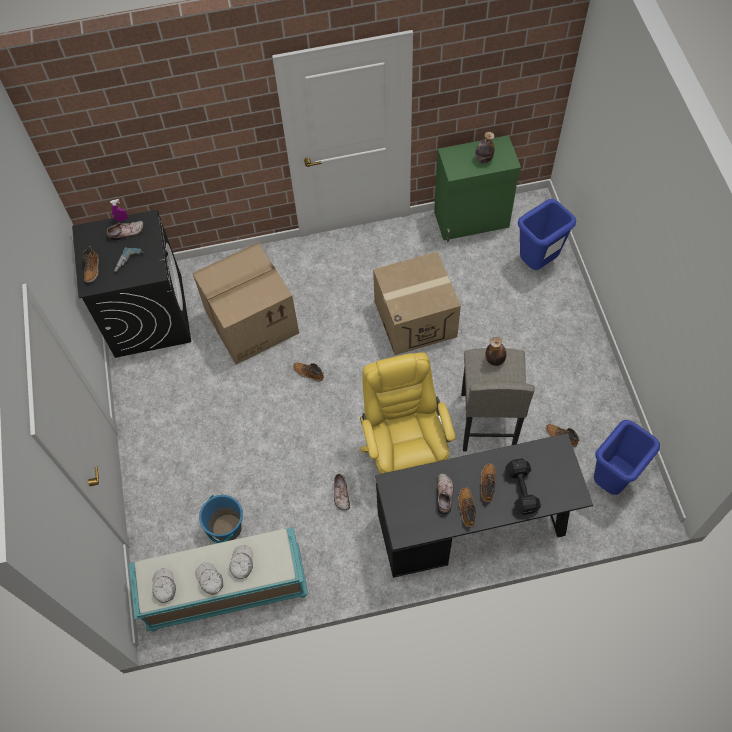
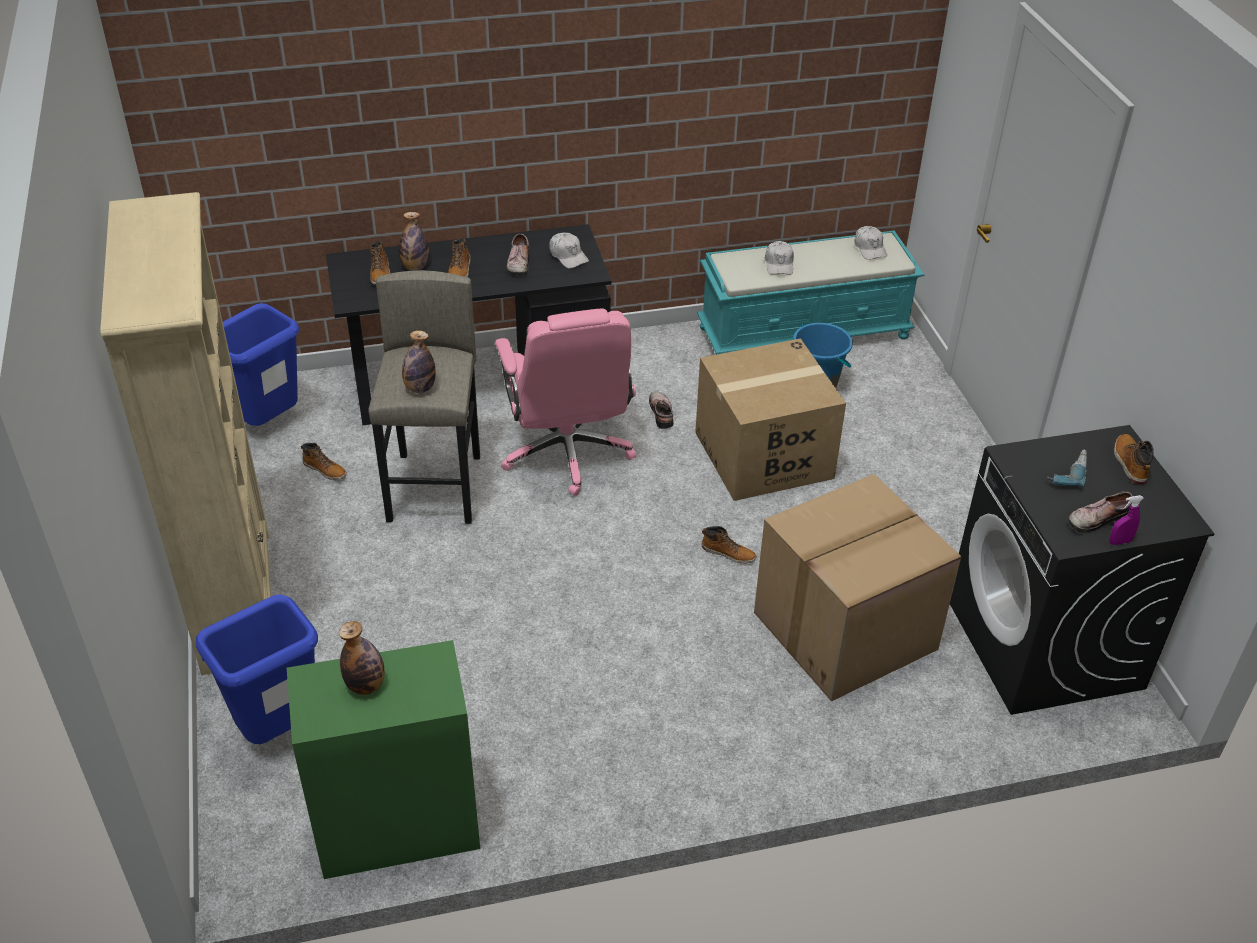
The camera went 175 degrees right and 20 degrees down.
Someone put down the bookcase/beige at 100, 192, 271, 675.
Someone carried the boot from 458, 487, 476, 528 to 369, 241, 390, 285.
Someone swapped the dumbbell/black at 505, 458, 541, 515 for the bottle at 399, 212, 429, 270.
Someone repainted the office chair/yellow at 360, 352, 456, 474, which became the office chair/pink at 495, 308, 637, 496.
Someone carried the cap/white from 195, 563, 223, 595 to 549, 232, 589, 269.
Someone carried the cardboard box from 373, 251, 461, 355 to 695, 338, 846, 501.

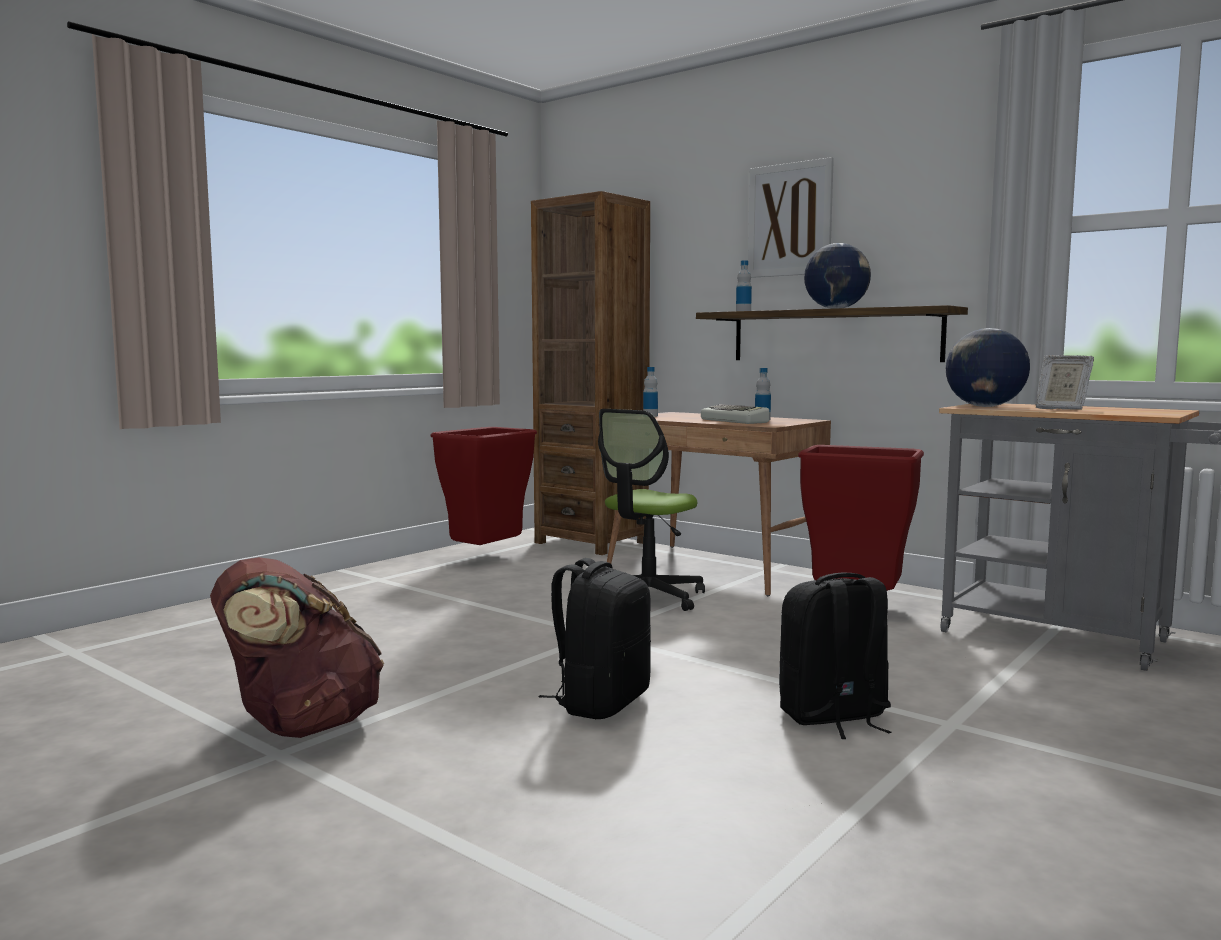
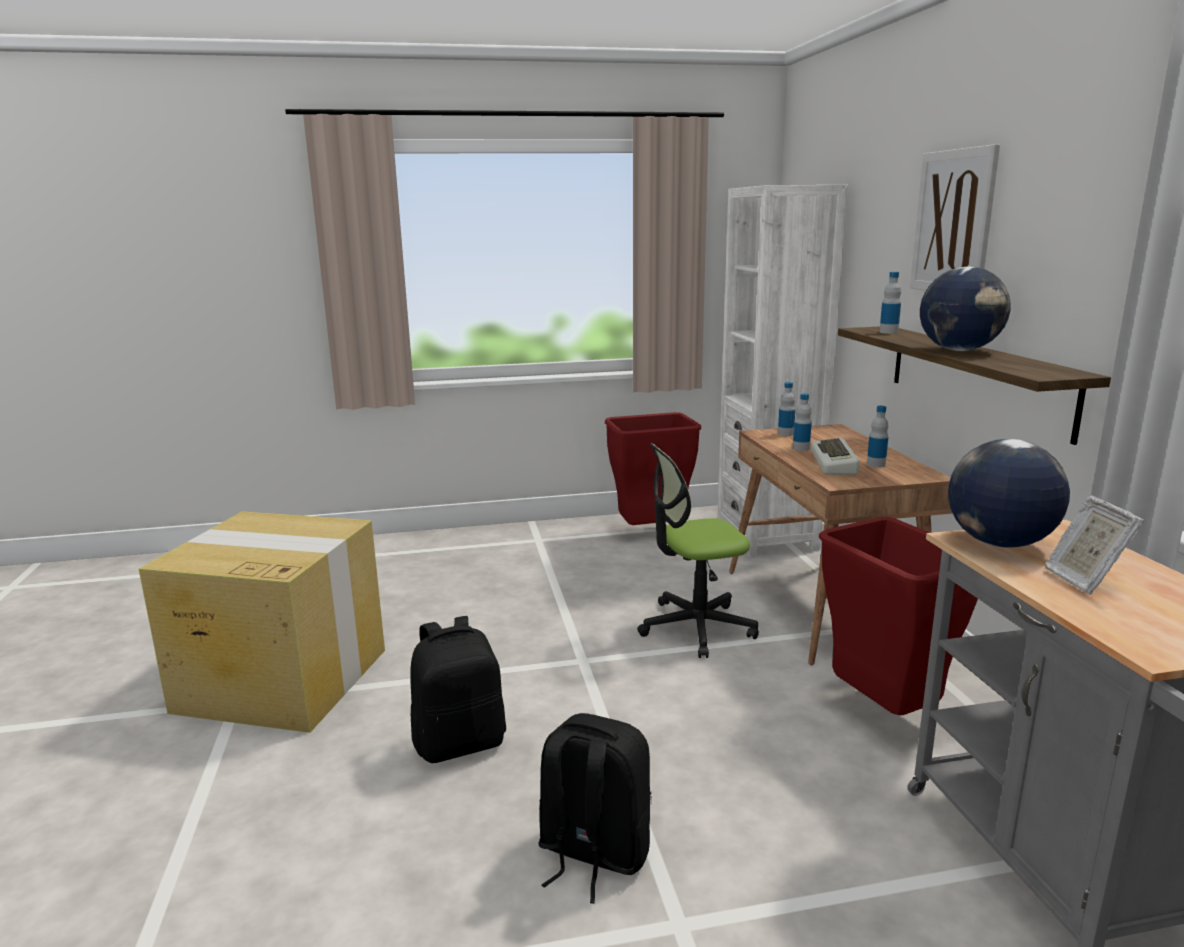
The camera went 40 degrees right and 10 degrees up.
Someone swapped the backpack/brown at 210, 557, 384, 738 for the cardboard box at 139, 511, 385, 733.
Someone repainted the bookcase/brown at 531, 191, 650, 555, which became the bookcase/white at 717, 185, 848, 557.
Someone put down the bottle at 793, 393, 812, 451.

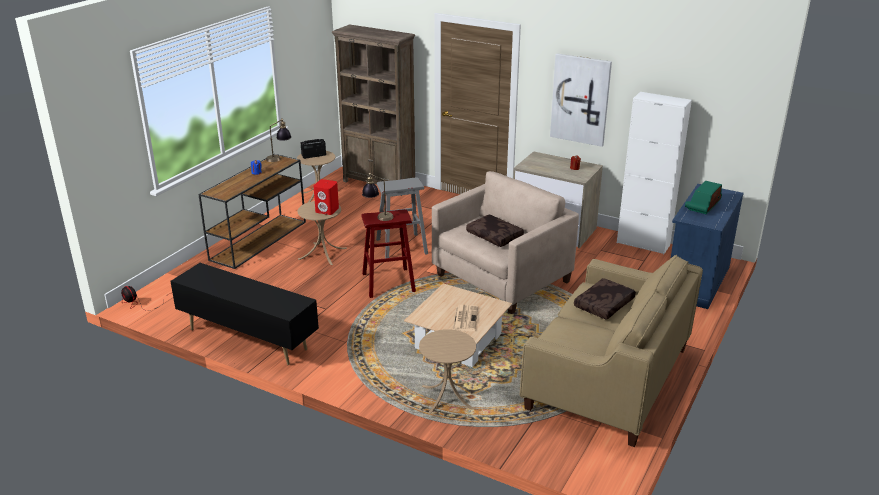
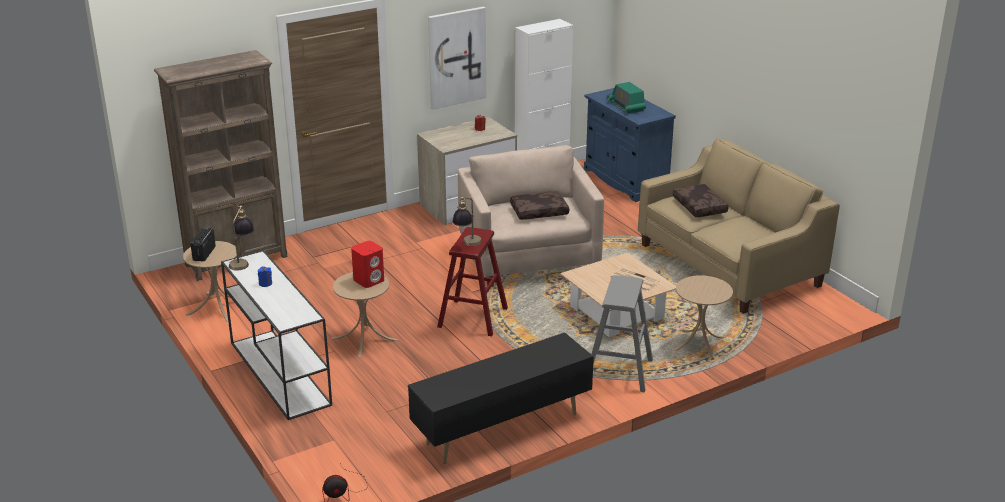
The camera went 60 degrees left and 0 degrees up.
Someone repainted the console table/brown at 198, 154, 306, 269, which became the console table/white at 221, 250, 332, 420.
Someone carried the stool/grey from 376, 177, 428, 258 to 591, 275, 653, 393.

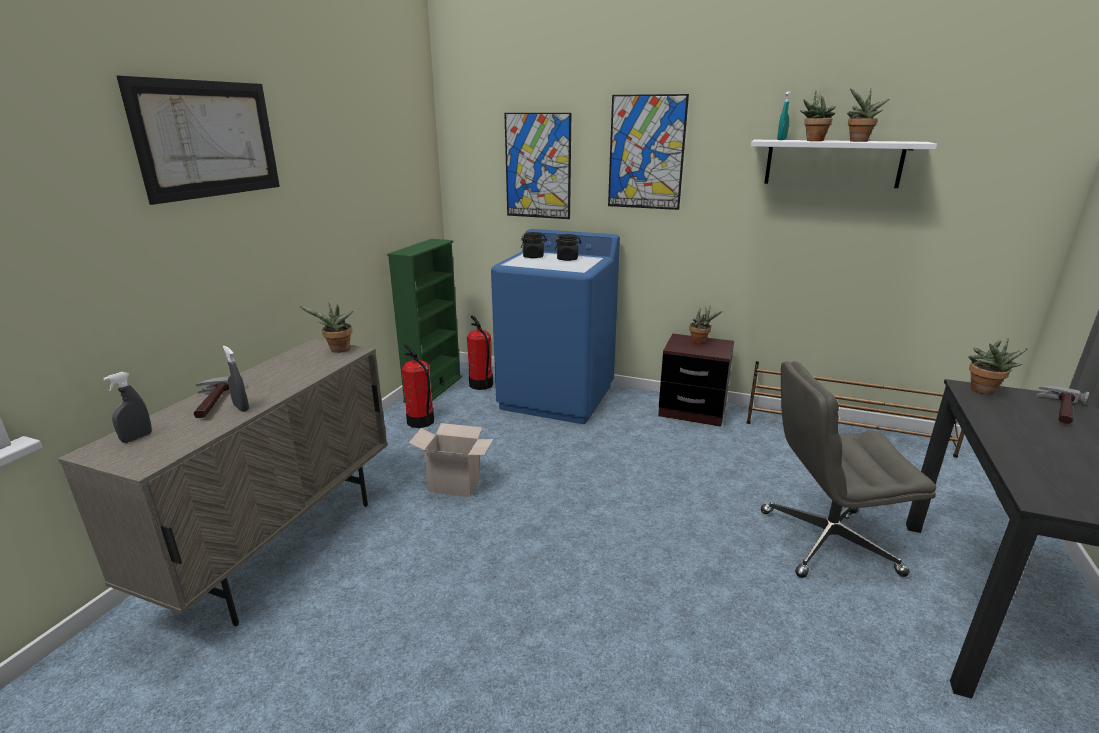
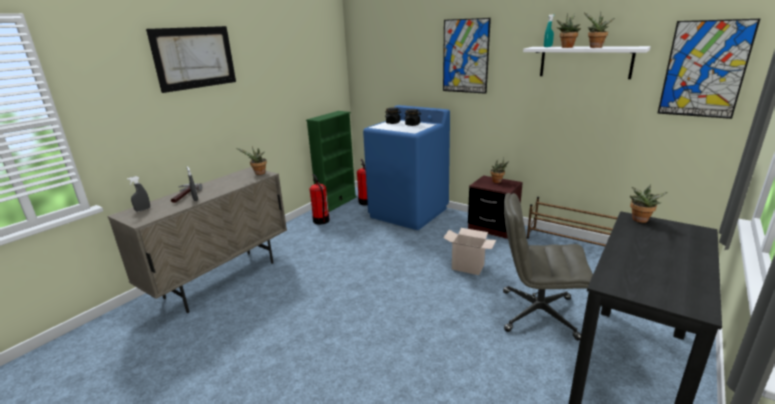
The camera went 15 degrees right and 0 degrees up.
Someone carried the cardboard box from 409, 423, 493, 497 to 443, 228, 496, 275.
Someone carried the picture from 504, 113, 571, 219 to 657, 19, 760, 119.
Someone took away the hammer at 1036, 386, 1089, 424.

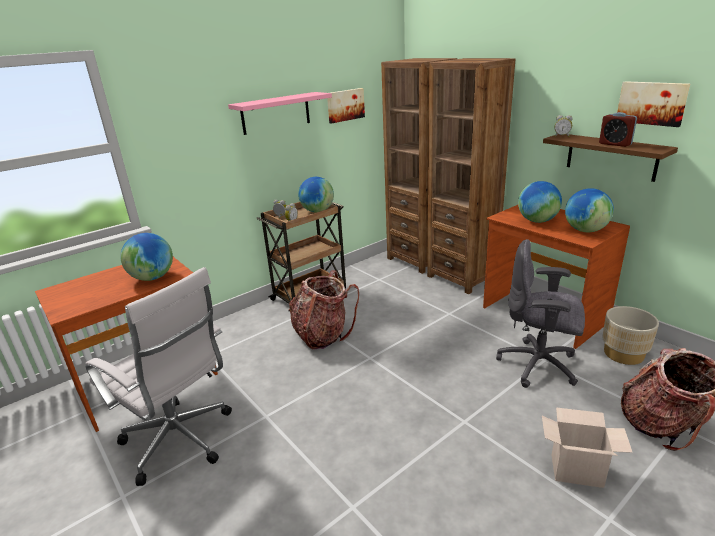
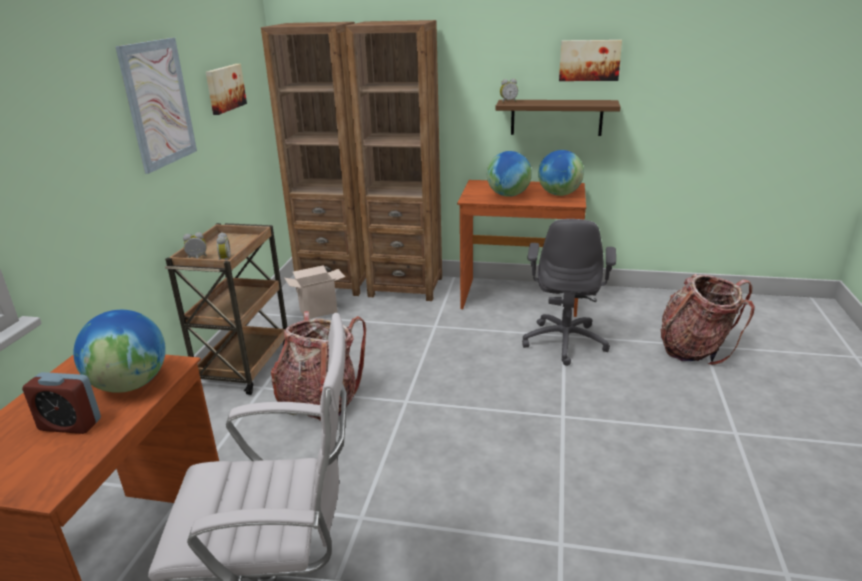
The camera went 40 degrees left and 0 degrees up.
Someone carried the alarm clock from 599, 112, 637, 147 to 22, 372, 101, 434.
Someone swapped the shelf/pink at 228, 92, 332, 135 for the picture at 115, 38, 197, 174.
Someone carried the cardboard box from 542, 408, 633, 488 to 284, 265, 345, 319.
Someone rotated the office chair/grey at 496, 239, 585, 388 by 60 degrees counterclockwise.
Someone took away the globe at 298, 177, 334, 213.
Someone took away the planter/beige at 602, 306, 659, 365.

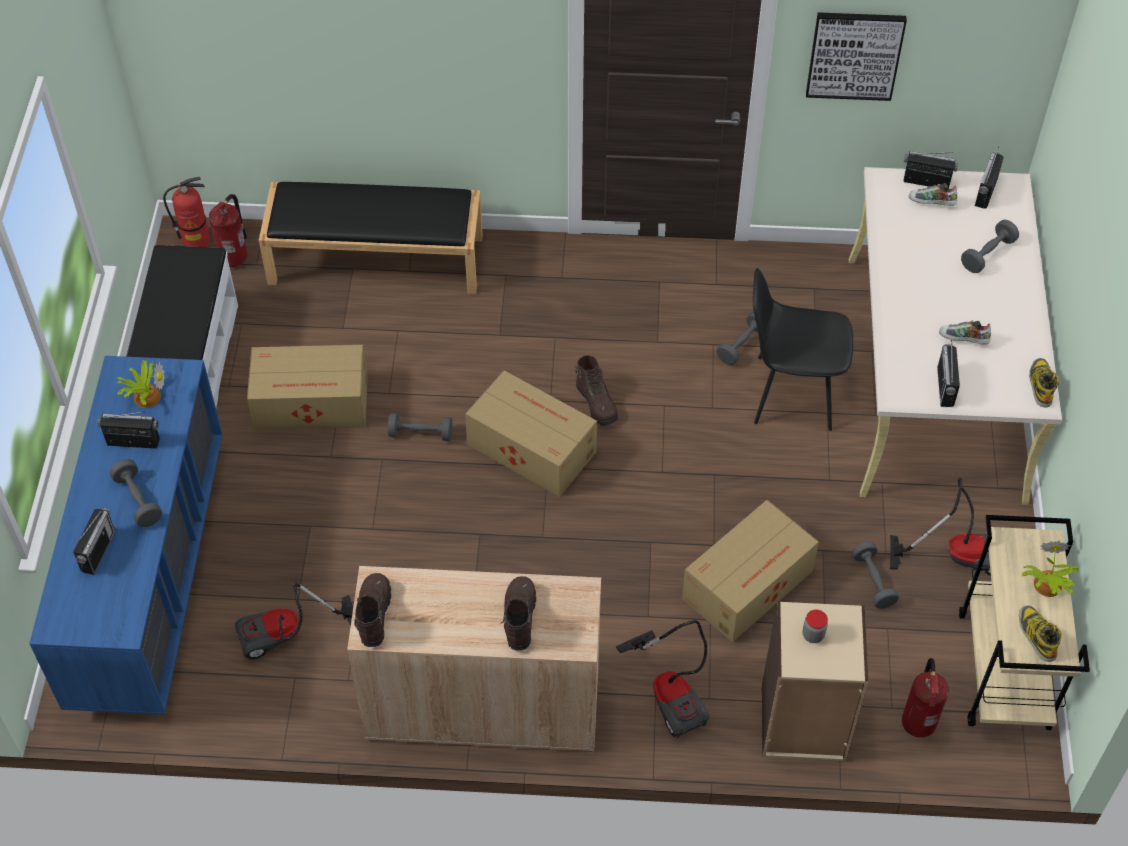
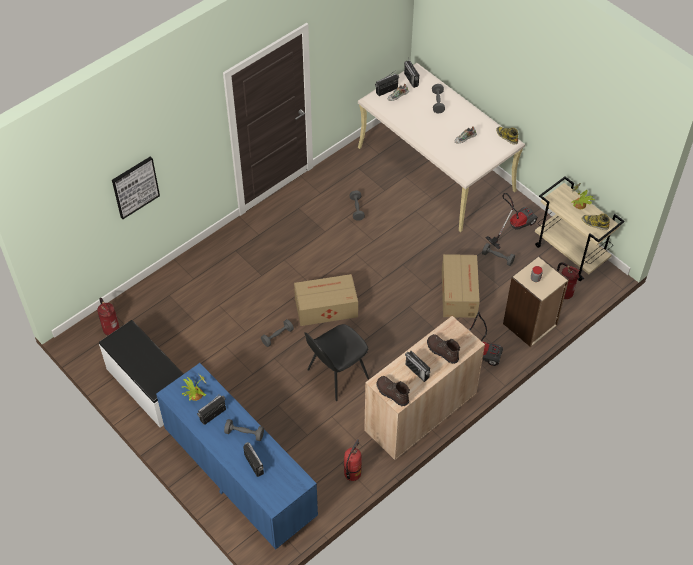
The camera went 45 degrees left and 0 degrees up.
Someone carried the picture from 806, 12, 907, 101 to 112, 156, 160, 219.
Someone carried the chair/black from 753, 268, 853, 431 to 304, 324, 369, 401.
Someone carried the fire extinguisher from 163, 177, 210, 247 to 344, 439, 362, 481.
Someone carried the radio from 937, 340, 960, 407 to 405, 351, 430, 382.
Someone took away the vacuum cleaner at 235, 583, 353, 659.
Someone took away the cardboard box at 247, 345, 368, 430.
Someone took away the bench/black at 259, 182, 483, 294.
Someone took away the boot/brown at 575, 355, 618, 426.

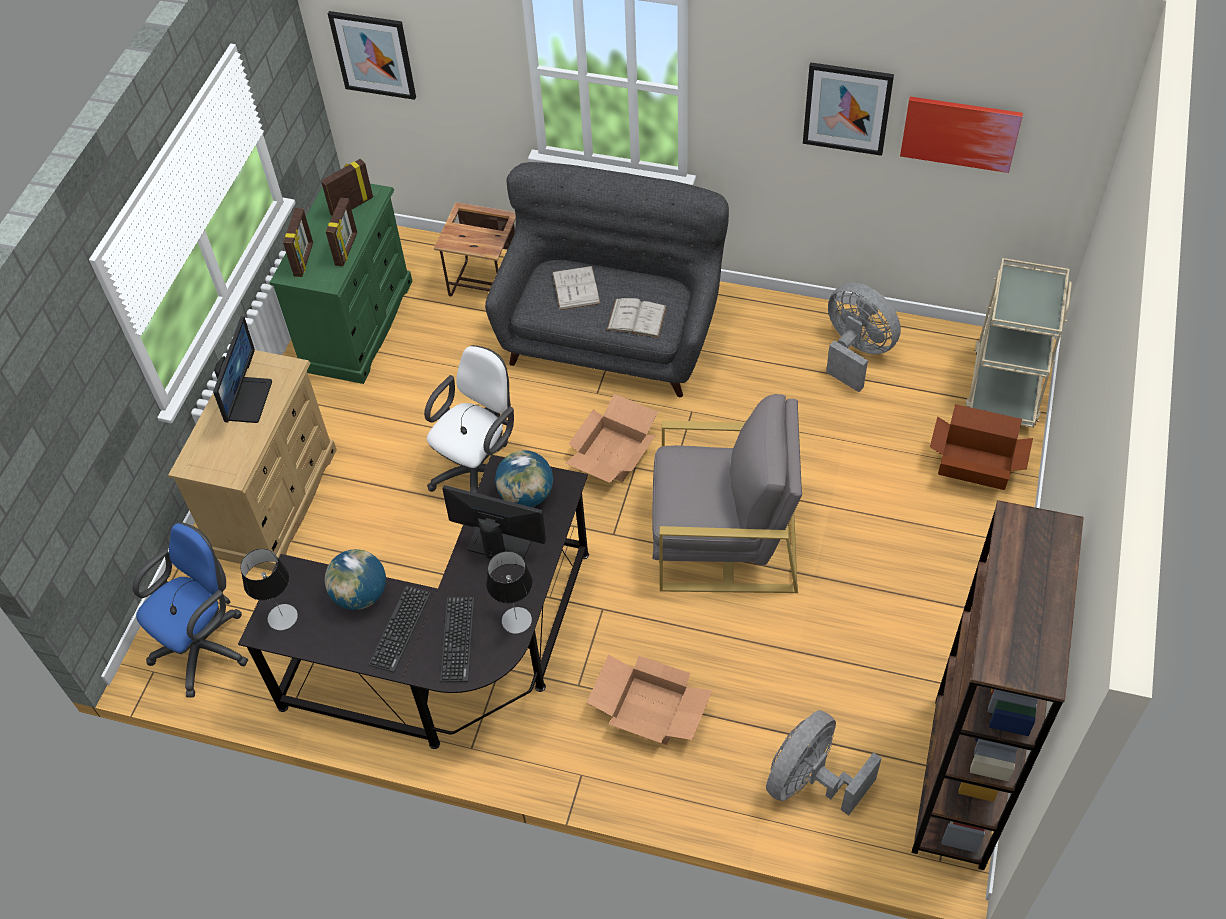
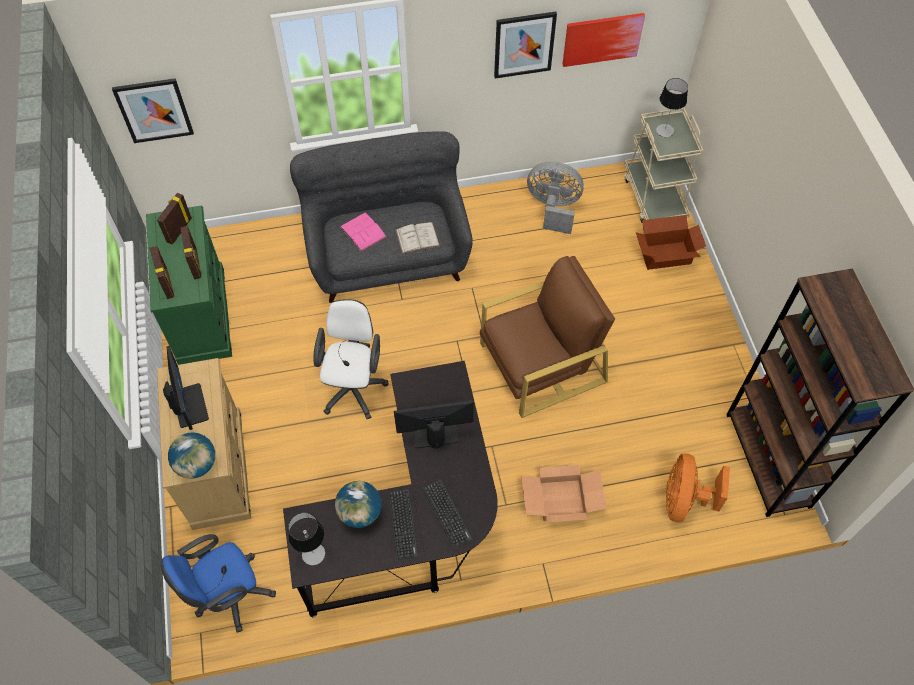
The camera went 30 degrees left and 5 degrees up.
Someone rotated the office chair/blue at 133, 522, 248, 698 by 135 degrees counterclockwise.
Someone carried the globe from 495, 450, 553, 507 to 168, 432, 215, 479.
Someone repainted the book/white at 552, 266, 600, 310, which became the book/pink at 340, 213, 387, 252.
Someone repainted the armchair/grey at 652, 394, 802, 593, which became the armchair/brown at 480, 256, 615, 418.
Someone carried the table lamp from 487, 551, 533, 634 to 656, 78, 688, 137.
Someone repainted the fan/grey at 766, 710, 882, 816, which became the fan/orange at 666, 454, 730, 523.
Someone took away the side table at 434, 202, 516, 296.
Someone took away the cardboard box at 565, 394, 658, 483.

